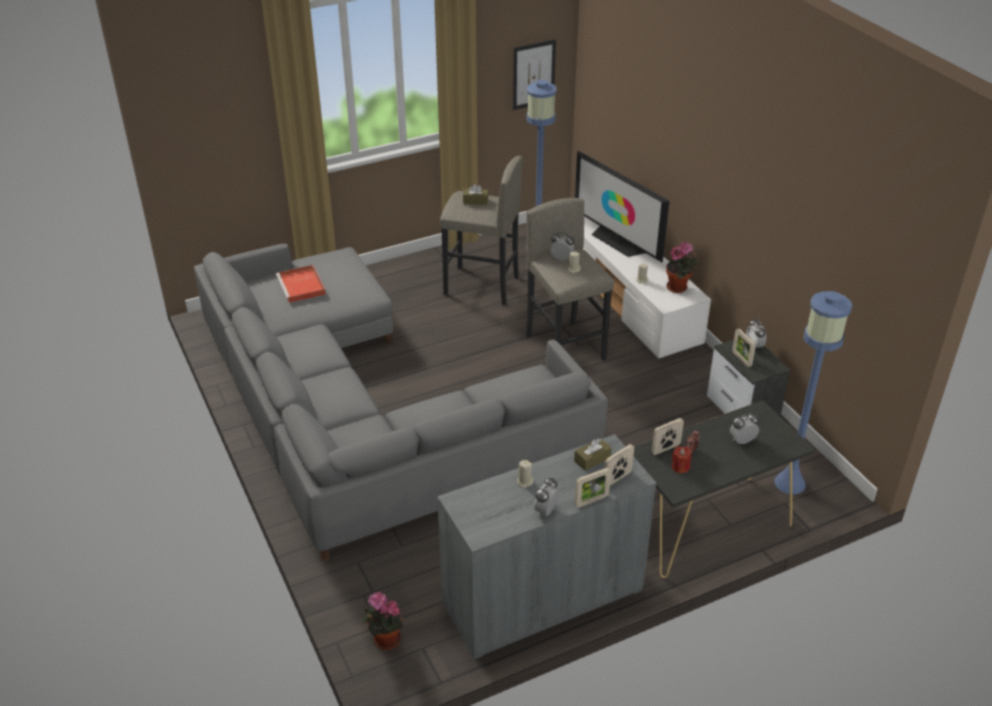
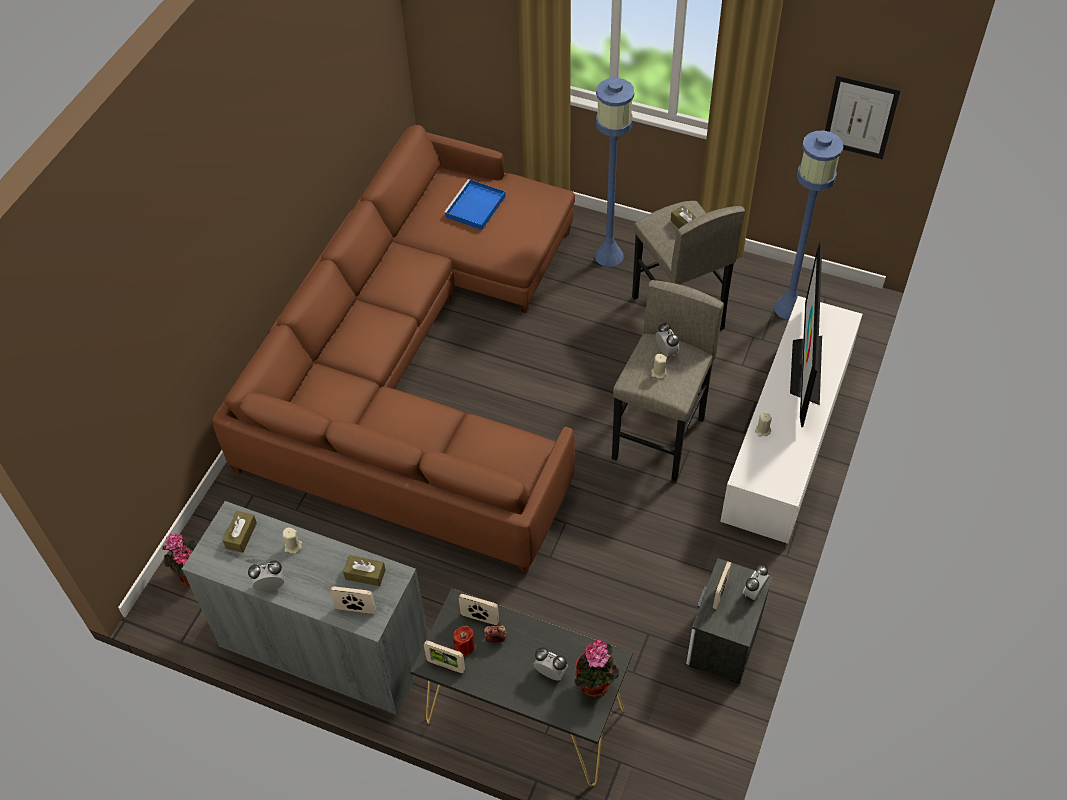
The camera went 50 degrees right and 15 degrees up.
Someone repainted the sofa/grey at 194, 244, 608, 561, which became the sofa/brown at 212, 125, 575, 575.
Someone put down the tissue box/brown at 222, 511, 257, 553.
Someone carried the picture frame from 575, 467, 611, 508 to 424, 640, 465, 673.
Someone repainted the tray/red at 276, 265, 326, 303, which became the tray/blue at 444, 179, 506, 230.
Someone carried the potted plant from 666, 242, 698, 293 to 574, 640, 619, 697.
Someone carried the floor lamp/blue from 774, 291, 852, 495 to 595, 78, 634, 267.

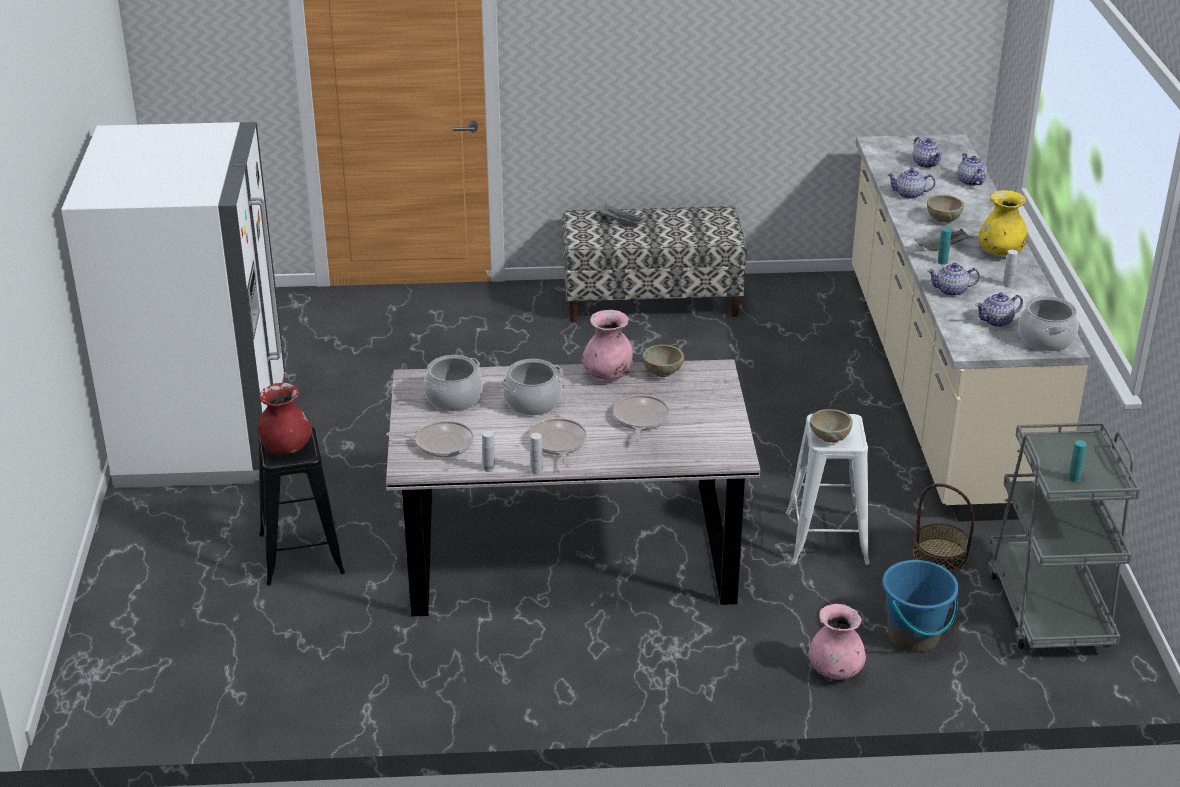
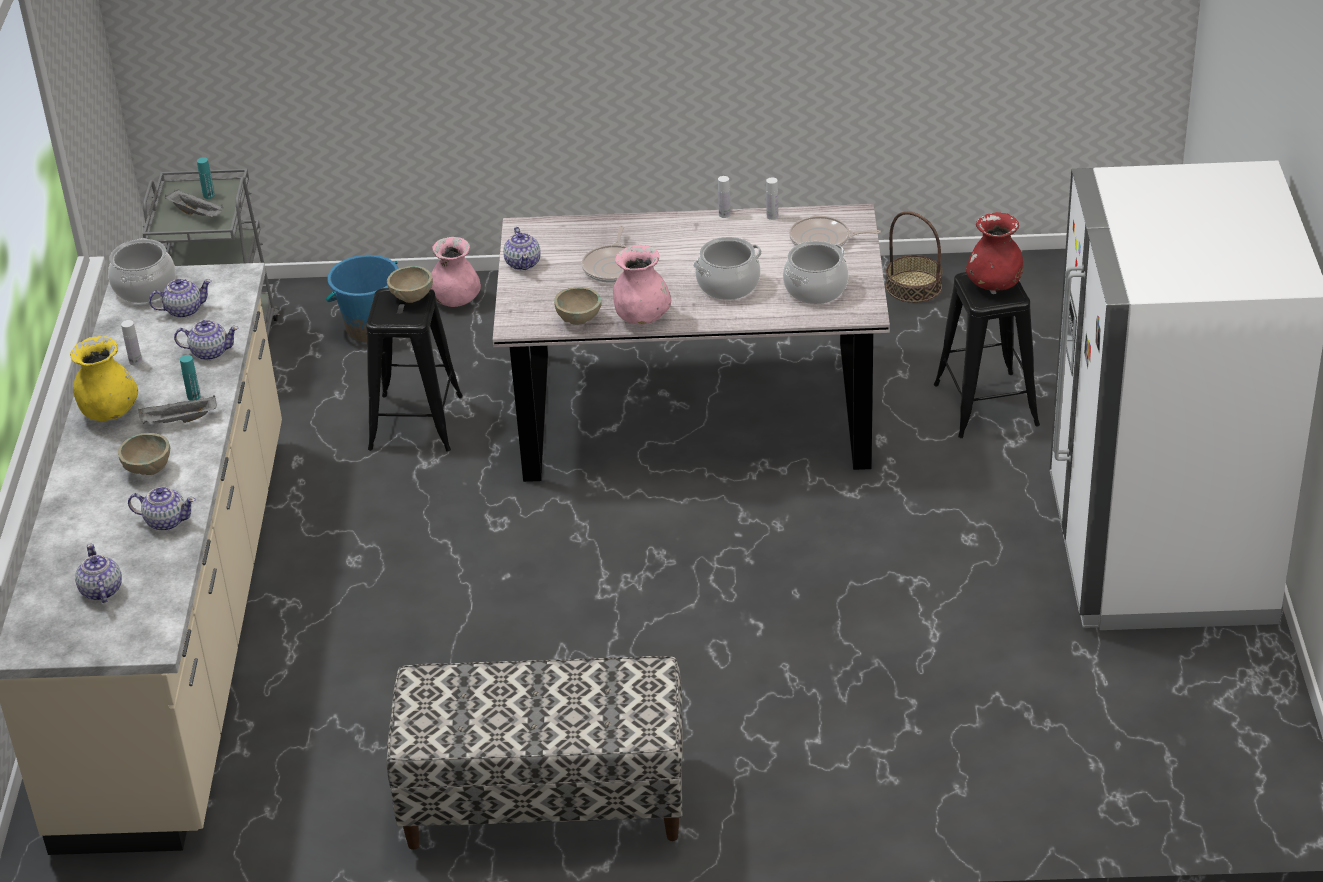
The camera went 175 degrees left and 5 degrees up.
Someone carried the tray/grey from 599, 205, 648, 226 to 165, 190, 223, 217.
Someone repainted the stool/white at 786, 414, 870, 565, which became the stool/black at 366, 288, 463, 452.
Someone carried the teapot from 957, 153, 987, 186 to 503, 227, 541, 270.
Someone carried the basket from 913, 483, 975, 572 to 886, 211, 943, 303.
Someone took away the frying pan at 529, 418, 587, 467.

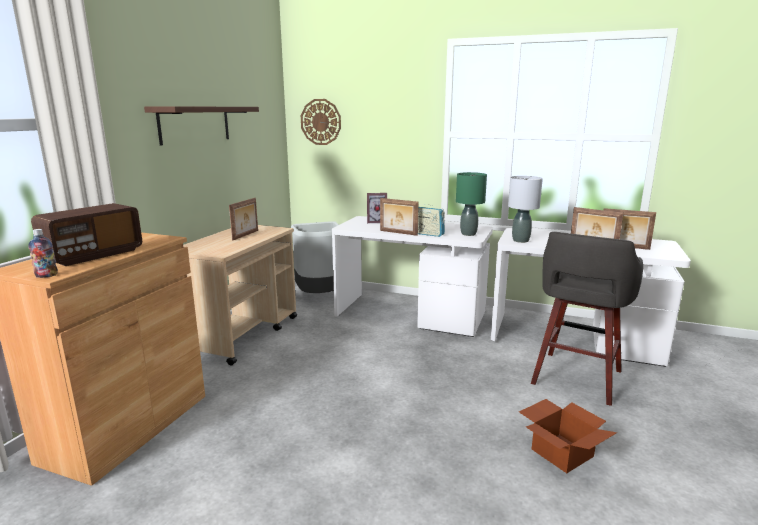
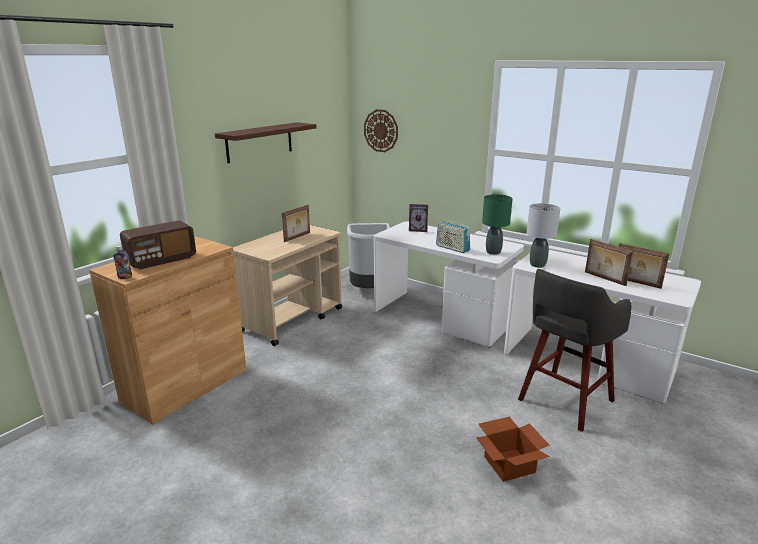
The camera went 15 degrees right and 5 degrees up.
Someone took away the picture frame at 380, 198, 419, 236.

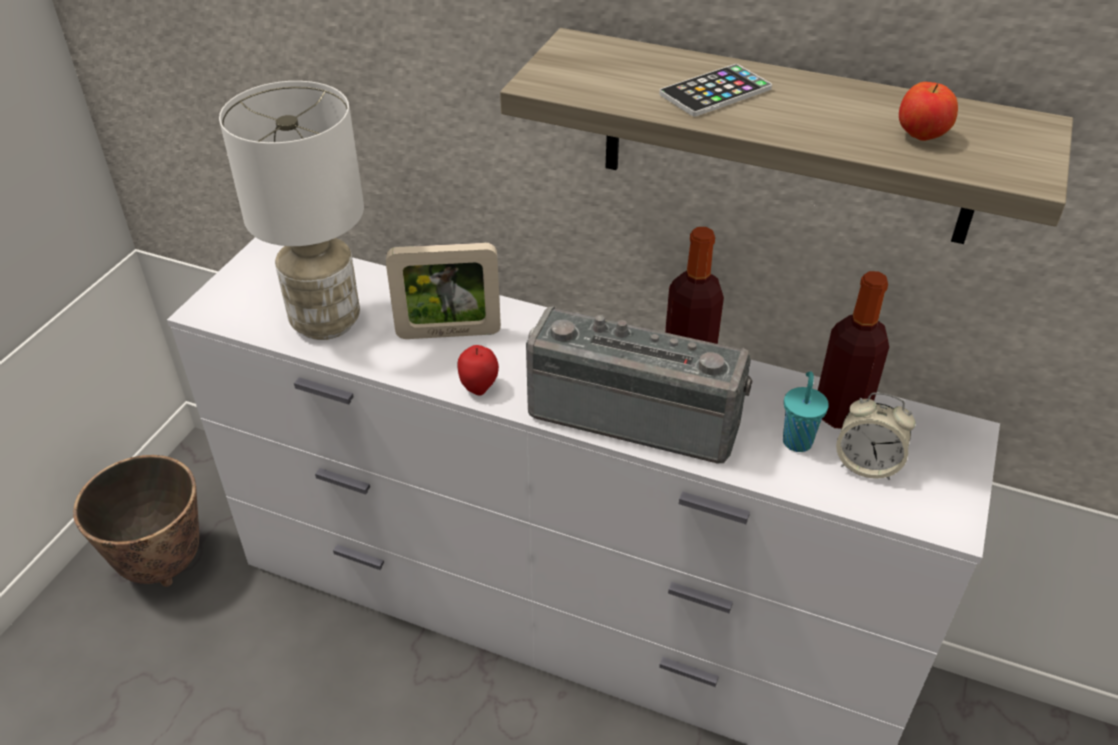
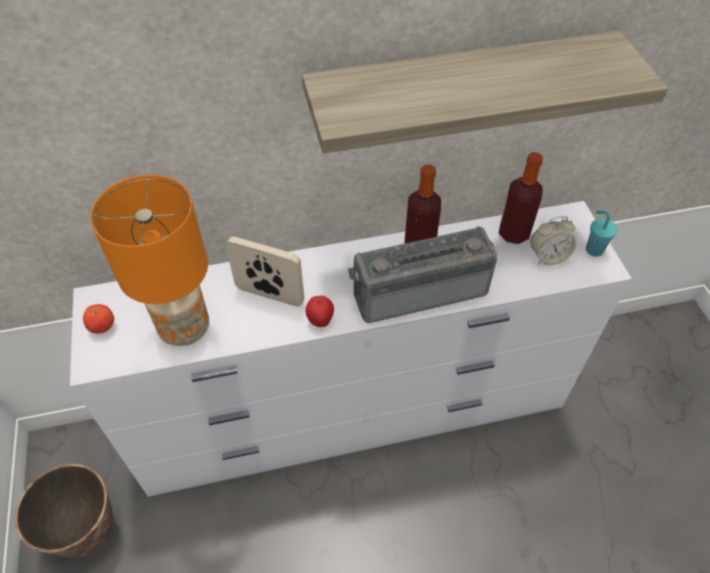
The camera went 35 degrees left and 10 degrees up.
Someone carried the apple from 899, 82, 958, 141 to 83, 304, 114, 333.
Someone repainted the table lamp/white at 219, 81, 364, 340, which became the table lamp/orange at 90, 175, 209, 346.
Someone rotated the picture frame at 386, 243, 501, 339 by 120 degrees counterclockwise.
Someone carried the cup/turquoise from 783, 371, 829, 452 to 586, 211, 617, 257.
Someone took away the phone at 659, 64, 772, 117.

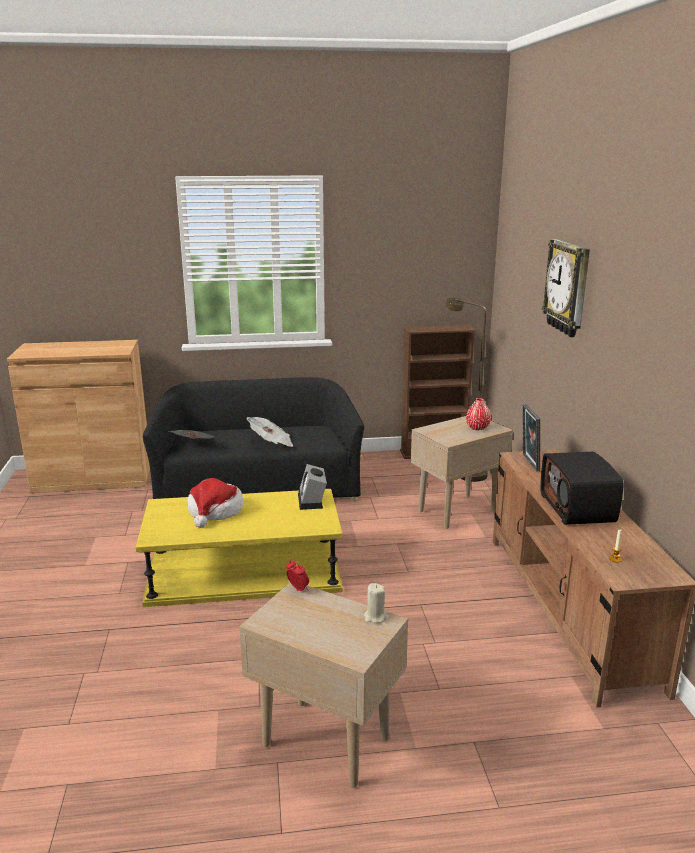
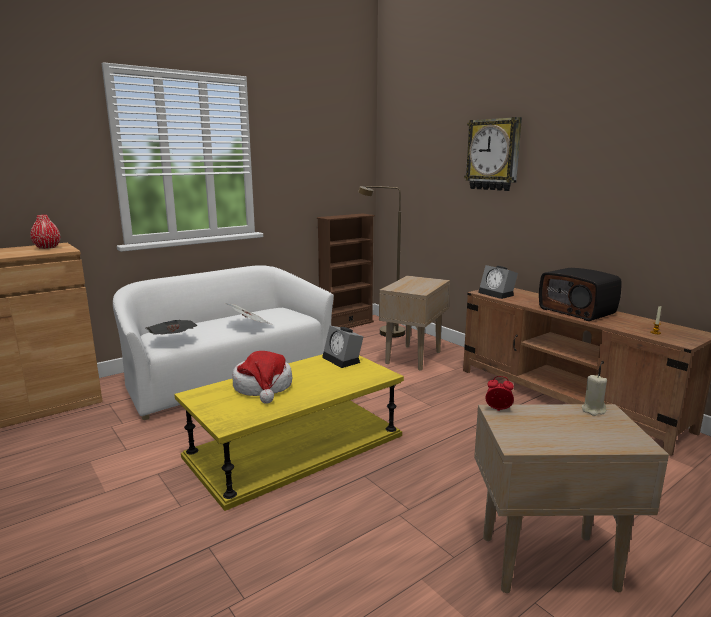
The camera went 30 degrees left and 5 degrees down.
Someone carried the vase/red from 466, 398, 491, 430 to 30, 215, 60, 249.
Someone repainted the sofa/black at 143, 377, 364, 501, which became the sofa/white at 113, 265, 334, 420.
Someone swapped the picture frame at 522, 404, 540, 471 for the alarm clock at 478, 265, 518, 299.

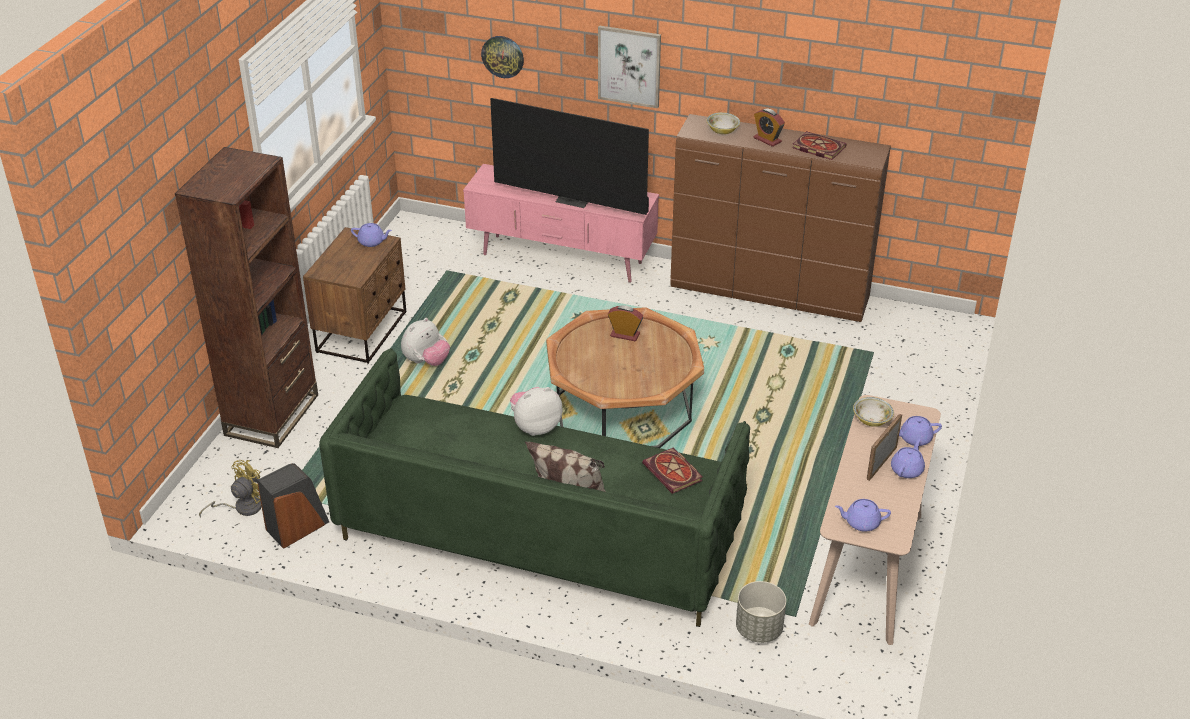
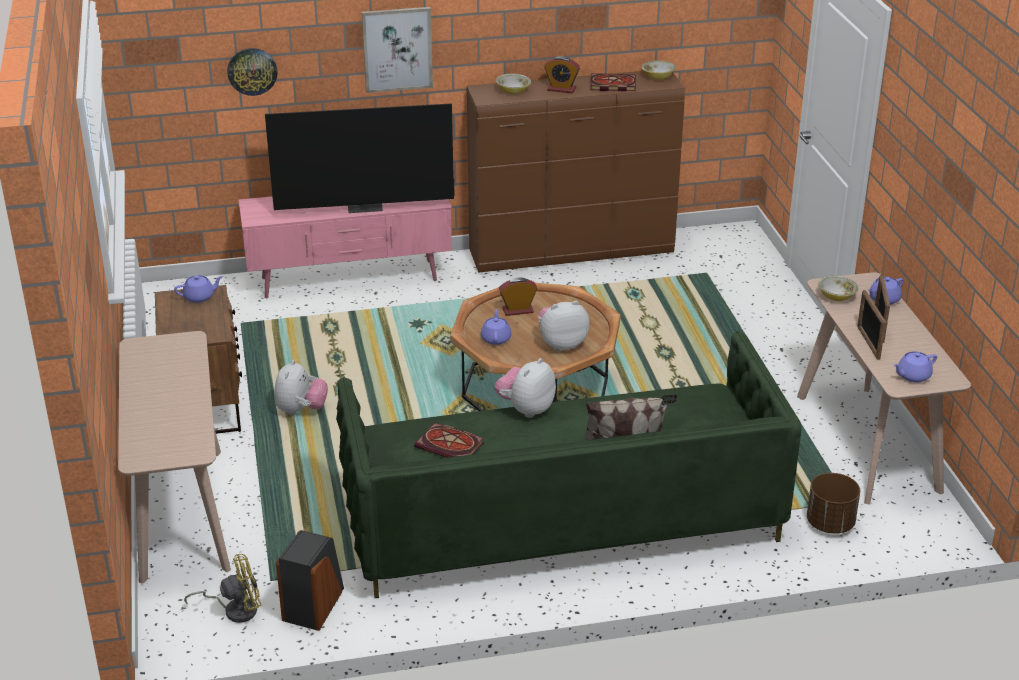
The camera went 30 degrees left and 5 degrees down.
Someone swapped the bookcase/brown at 175, 147, 318, 448 for the console table/beige at 118, 331, 231, 584.
Someone rotated the fan/yellow at 199, 460, 262, 518 by 60 degrees clockwise.
Someone carried the book from 642, 448, 702, 494 to 414, 422, 484, 458.
Someone carried the teapot/purple from 891, 439, 925, 478 to 481, 309, 512, 345.
Someone put down the plush toy at 538, 301, 590, 351.
Someone put down the bowl at 642, 60, 676, 80.
Someone repainted the planter/grey at 736, 581, 786, 643, which became the planter/brown at 807, 473, 860, 534.
Someone put down the picture frame at 857, 290, 886, 360.

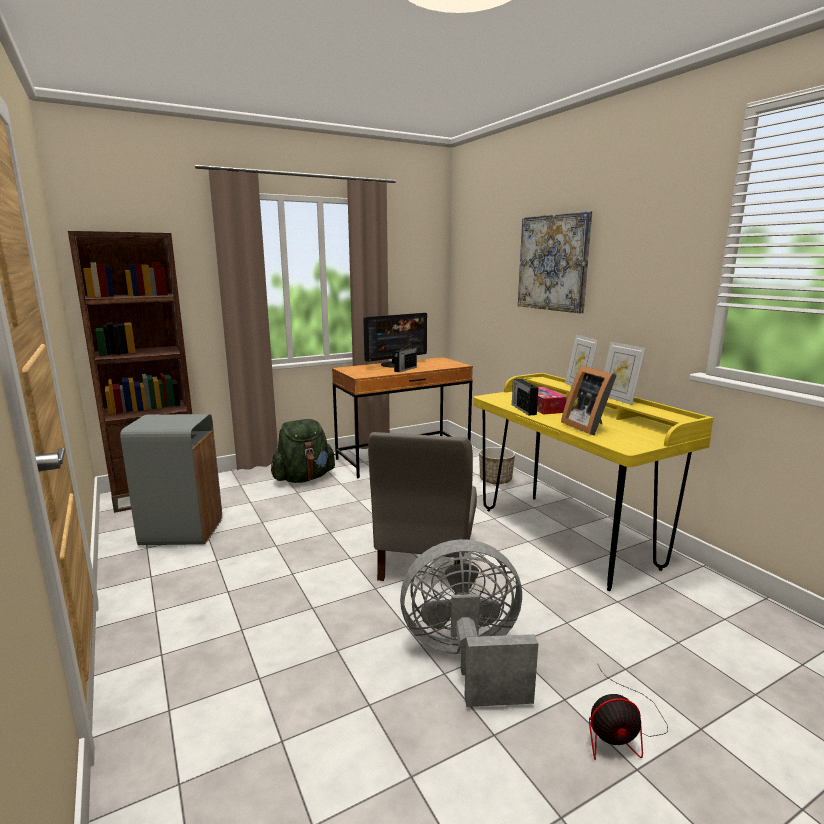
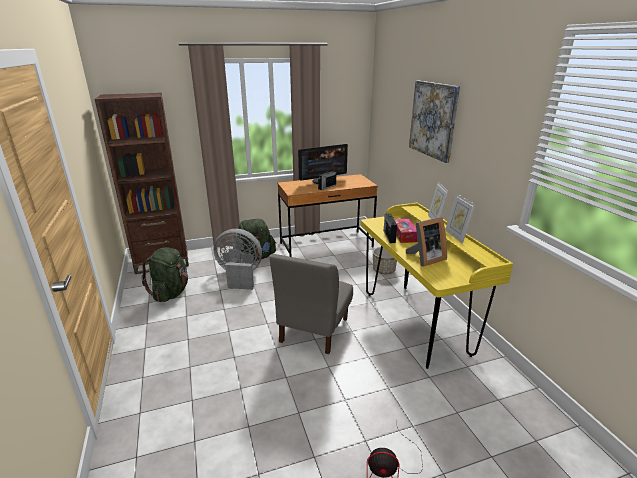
The camera went 10 degrees right and 10 degrees up.
Someone swapped the trash can/grey at 120, 414, 222, 545 for the backpack/green at 141, 247, 188, 302.
Someone carried the fan/grey from 400, 539, 539, 707 to 214, 229, 262, 290.
Someone rotated the picture frame at 561, 365, 617, 436 by 105 degrees counterclockwise.

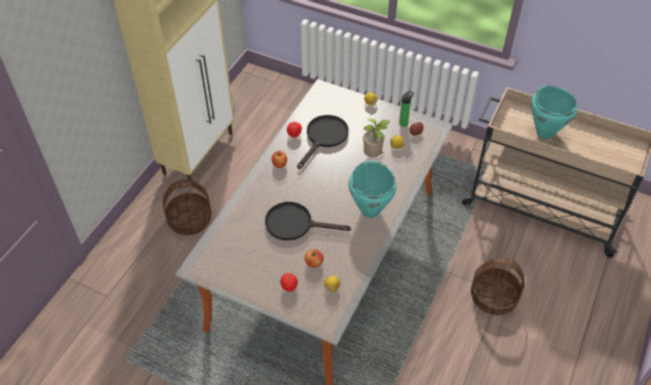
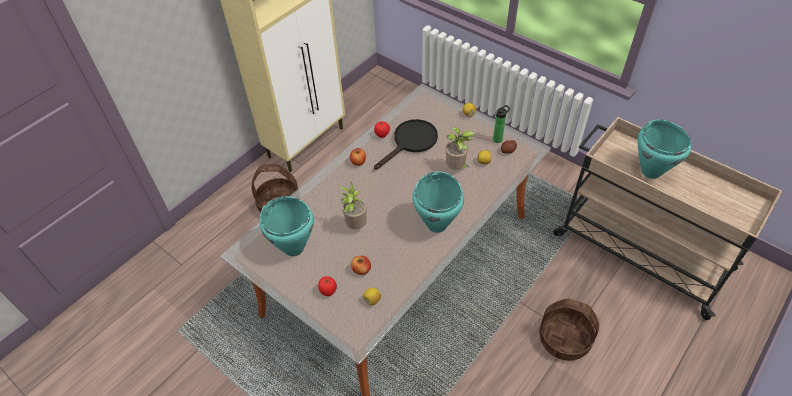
The camera went 15 degrees right and 0 degrees up.
Someone put down the cooking pot/turquoise at 259, 197, 314, 256.
Someone swapped the frying pan/black at 265, 202, 351, 240 for the potted plant at 339, 182, 367, 229.

